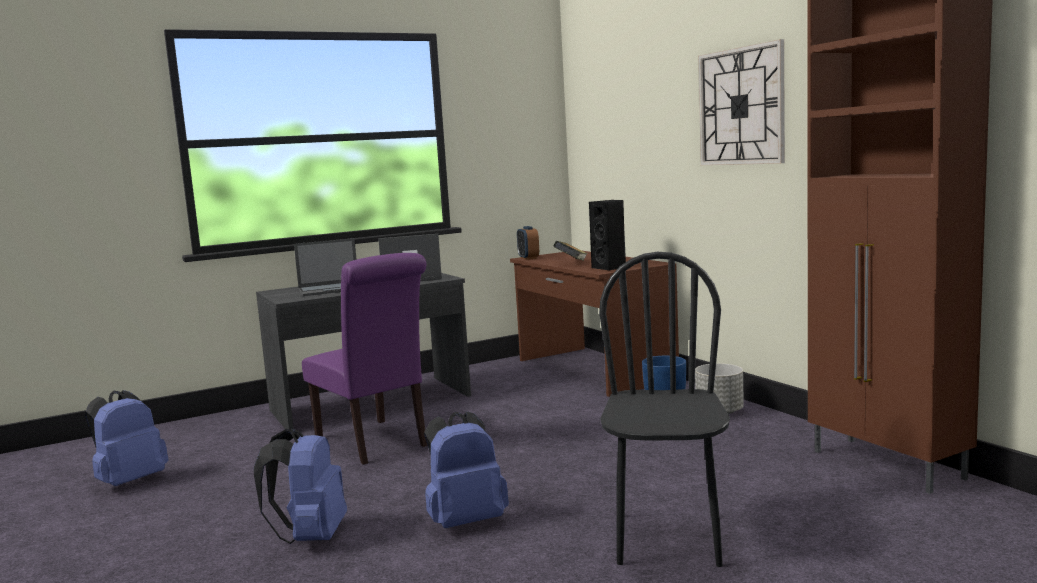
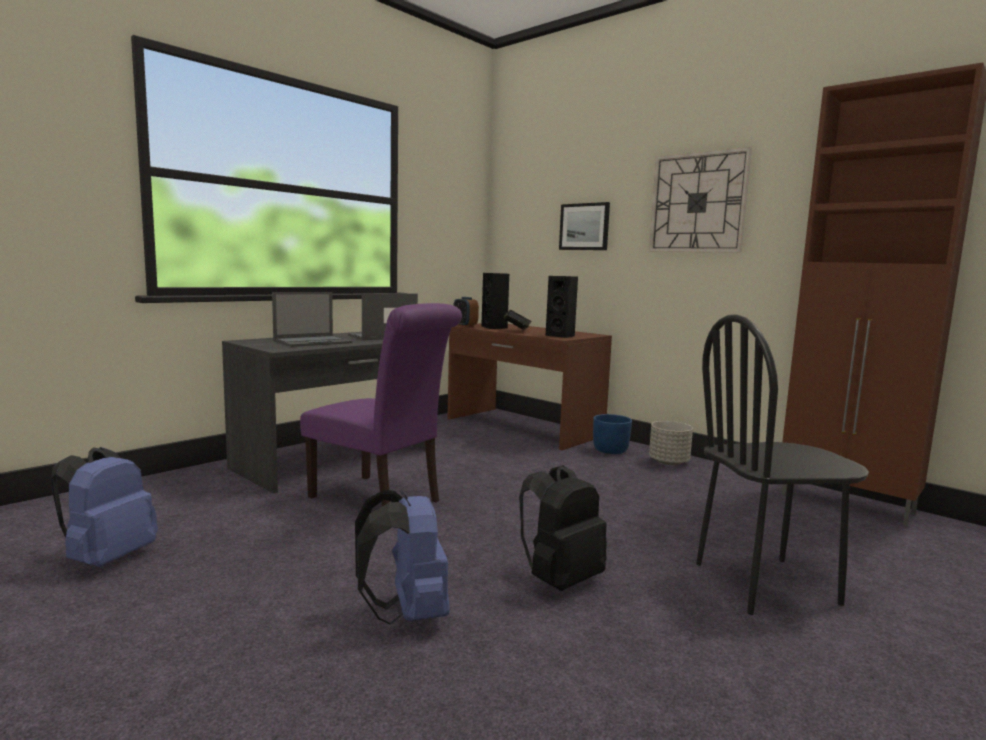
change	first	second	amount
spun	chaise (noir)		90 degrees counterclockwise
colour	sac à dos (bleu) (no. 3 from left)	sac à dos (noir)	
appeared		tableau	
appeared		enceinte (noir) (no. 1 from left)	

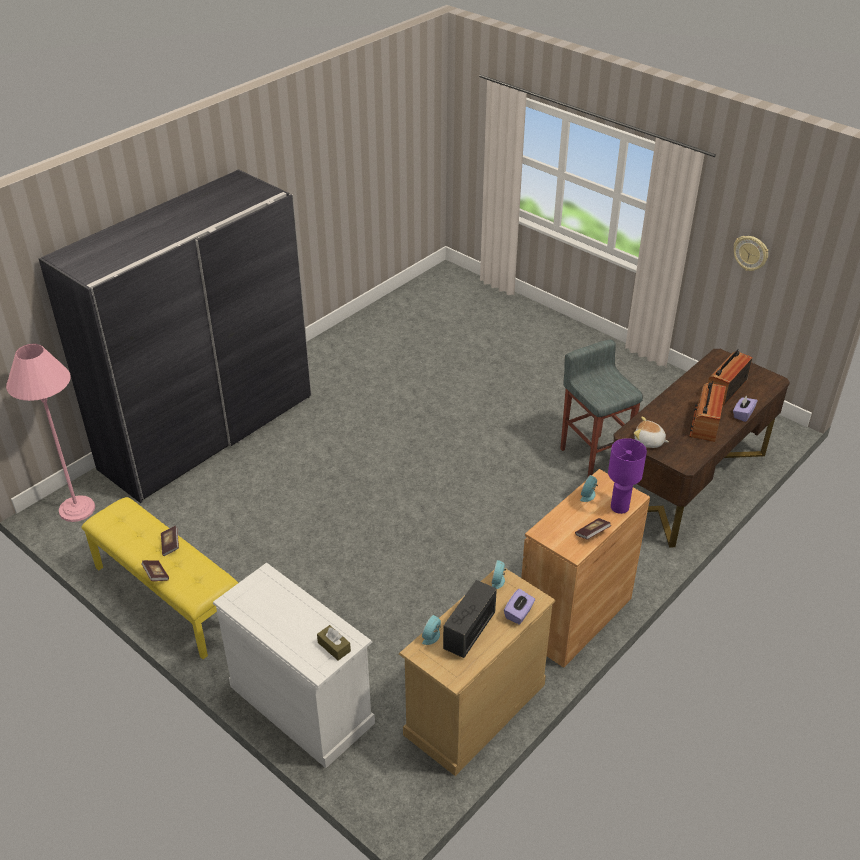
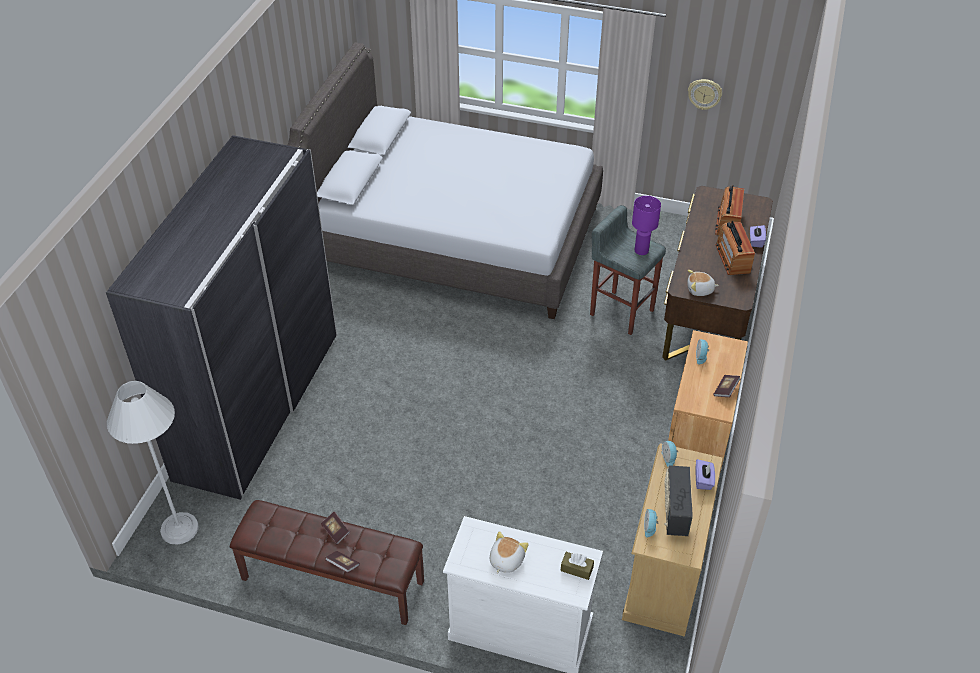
change	first	second	amount
colour	lampadaire (rose)	lampadaire (blanc)	
relocated	lampe de table (violet)		
colour	banc (jaune)	banc (marron)	
appeared		lit (gris)	
appeared		peluche (no. 1 from left)	

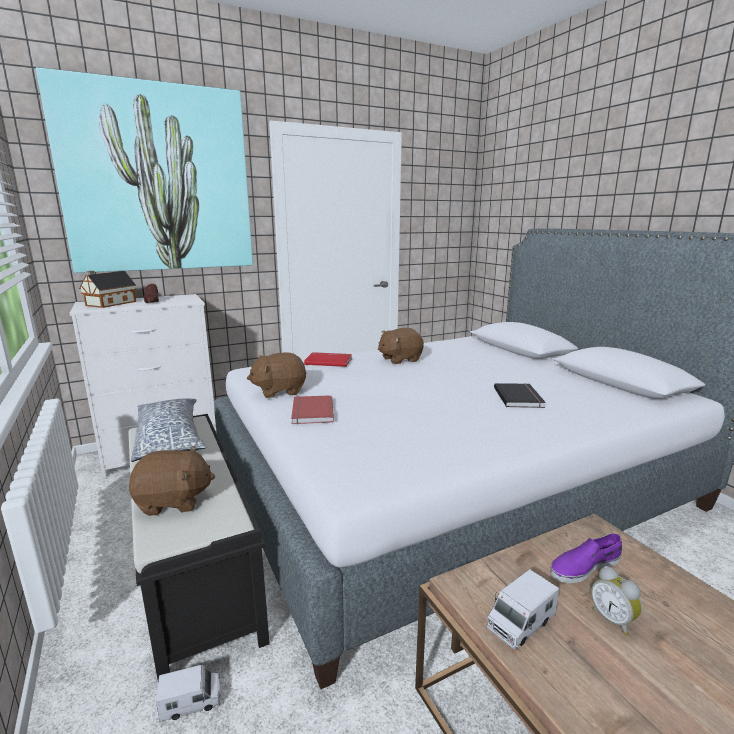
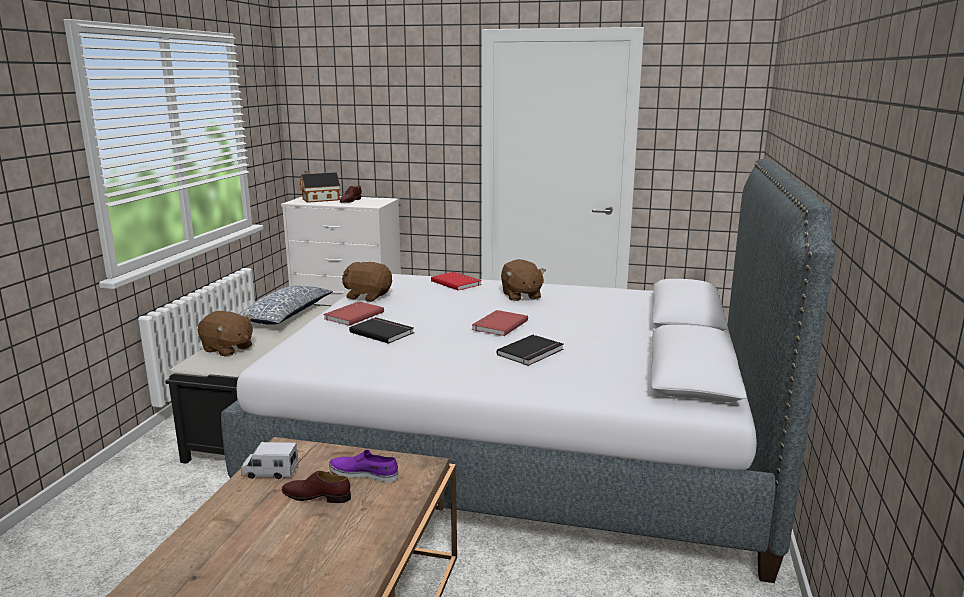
change	first	second	amount
missing	tableau		
spun	peluche (marron) (no. 3 from left)		120 degrees counterclockwise
exchanged	réveil	chaussure (marron) (no. 1 from left)	
missing	camion jouet (no. 1 from left)		
appeared		livre (rouge) (no. 3 from left)	
appeared		livre (noir) (no. 1 from left)	

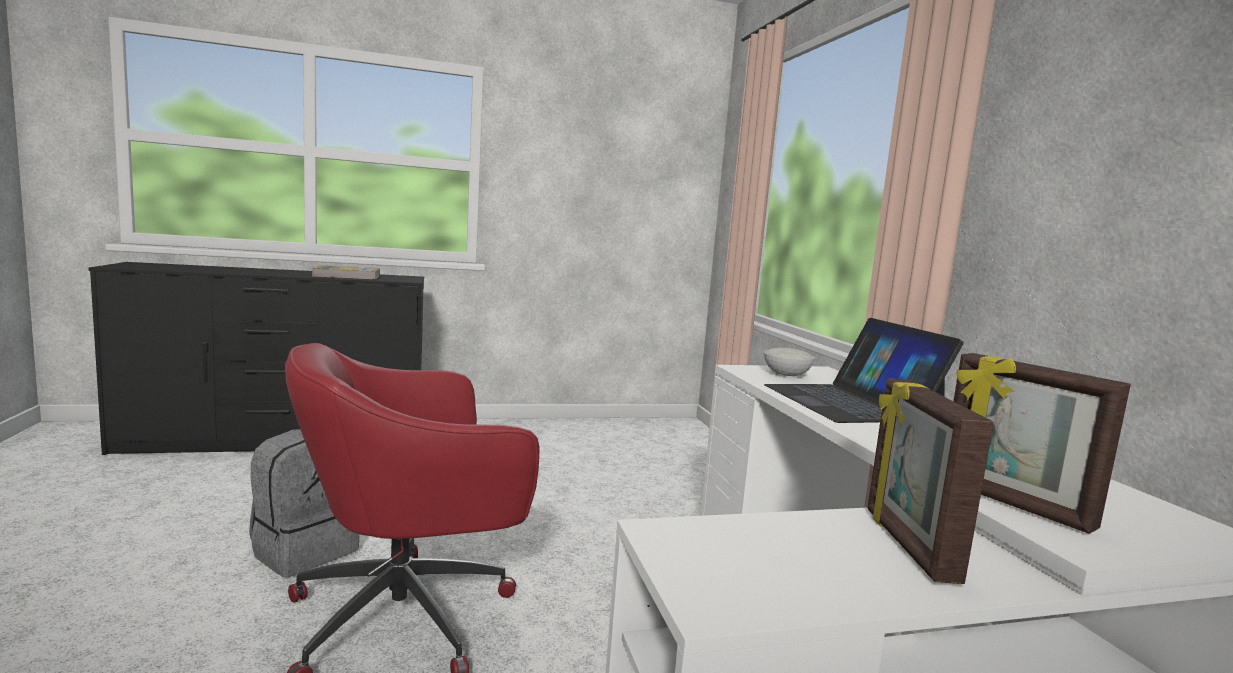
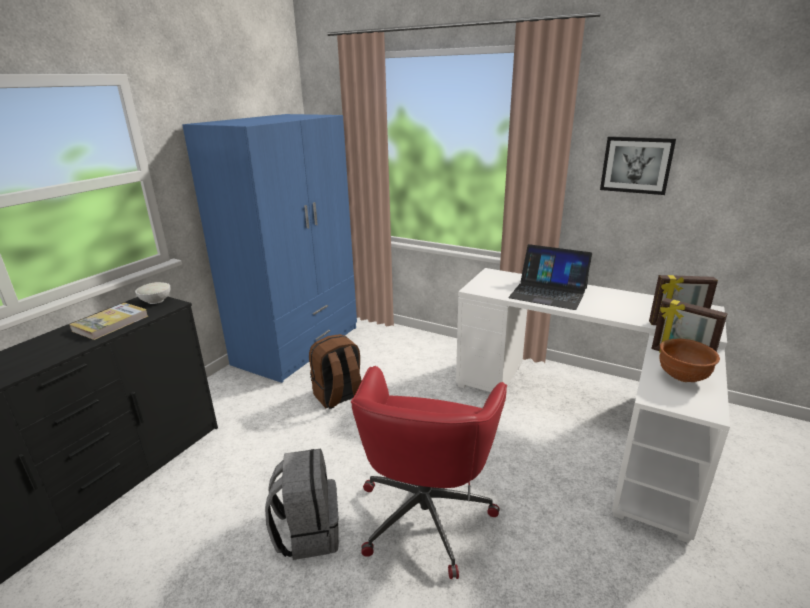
change	first	second	amount
relocated	bol (blanc)		
appeared		armoire (bleu)	
appeared		tableau	
appeared		sac à dos (marron)	
appeared		bol (marron)	

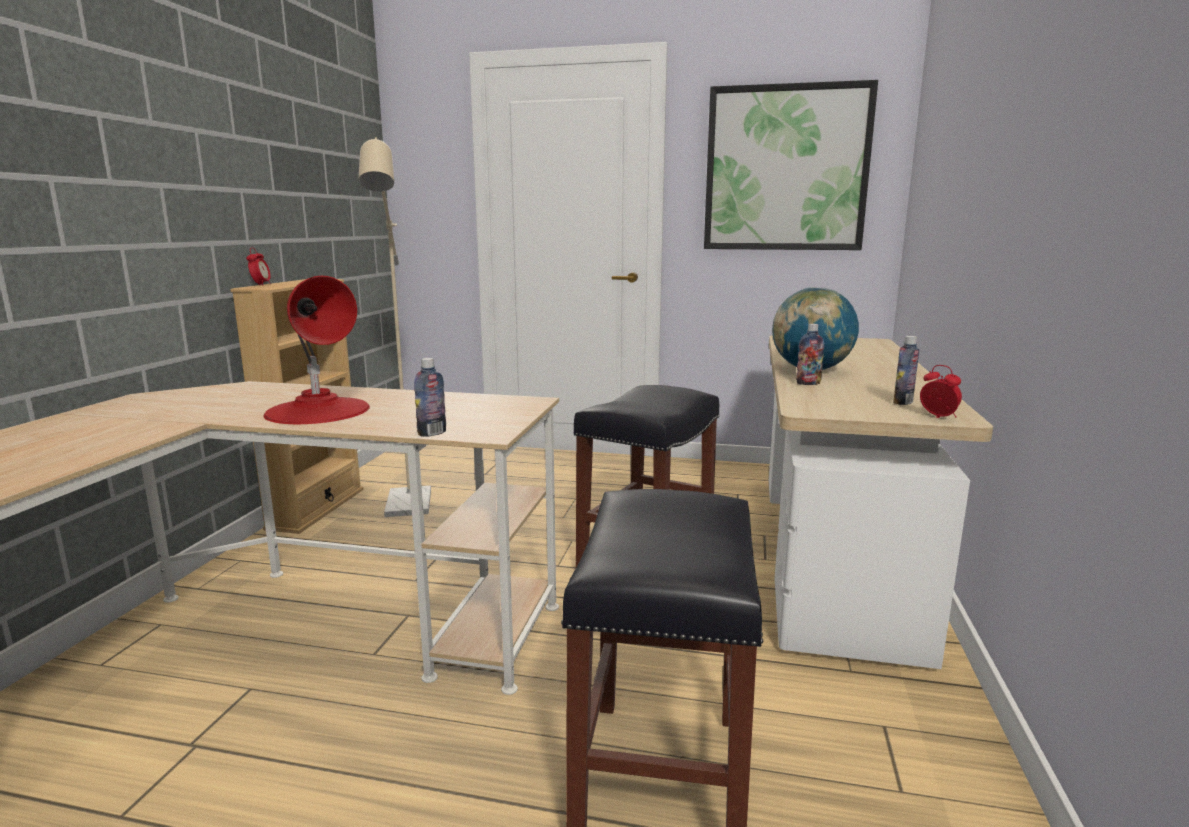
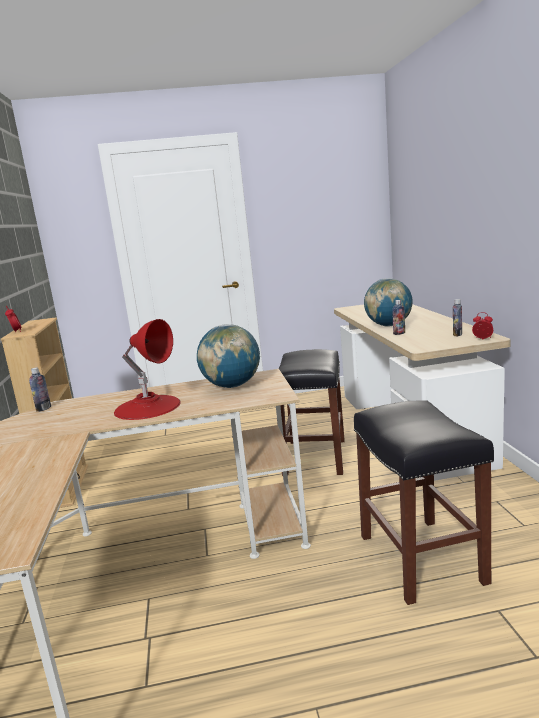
change	first	second	amount
missing	tableau		
missing	lampadaire (beige)		
relocated	bouteille (no. 1 from left)		
appeared		globe (no. 1 from left)	

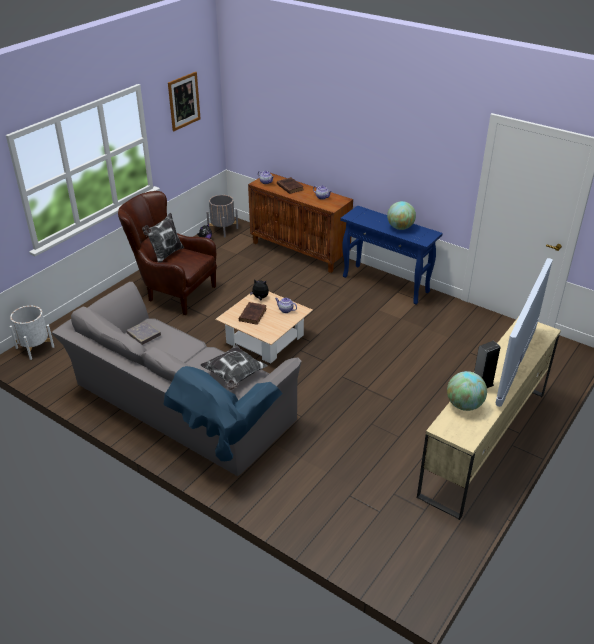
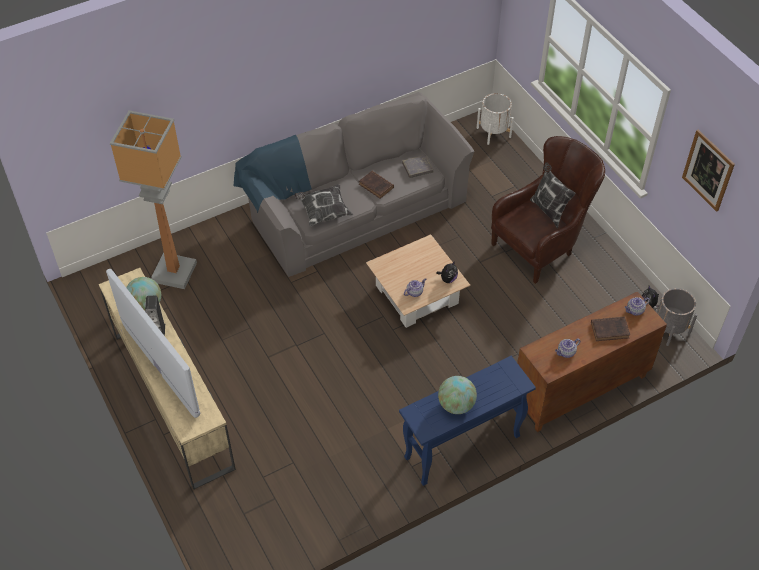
change	first	second	amount
relocated	livre (marron) (no. 1 from left)		
appeared		lampadaire	

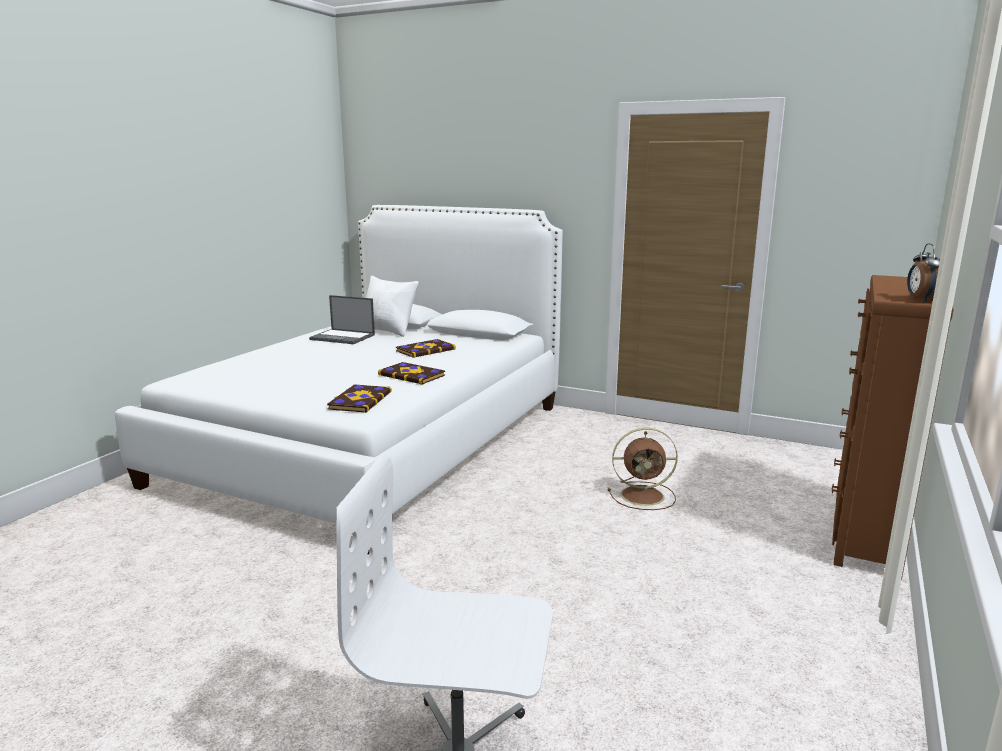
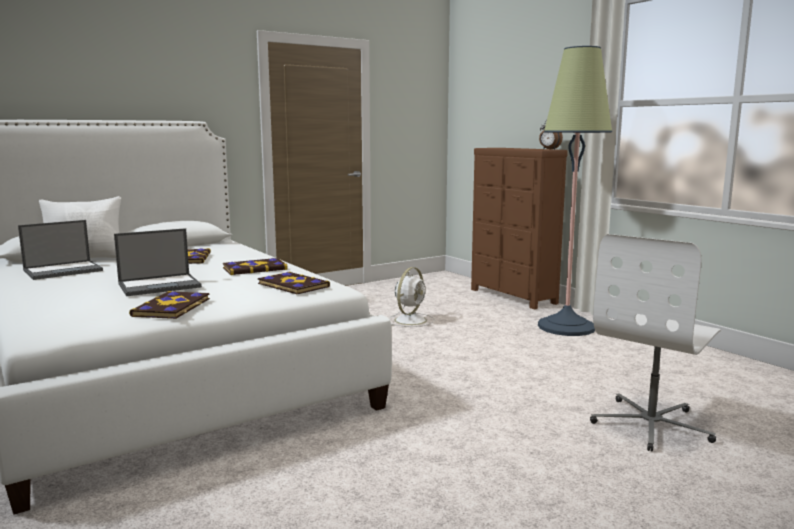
change	first	second	amount
colour	ventilateur (marron)	ventilateur (blanc)	
appeared		lampadaire	
appeared		ordinateur portable (no. 2 from left)	
appeared		livre (no. 1 from left)	

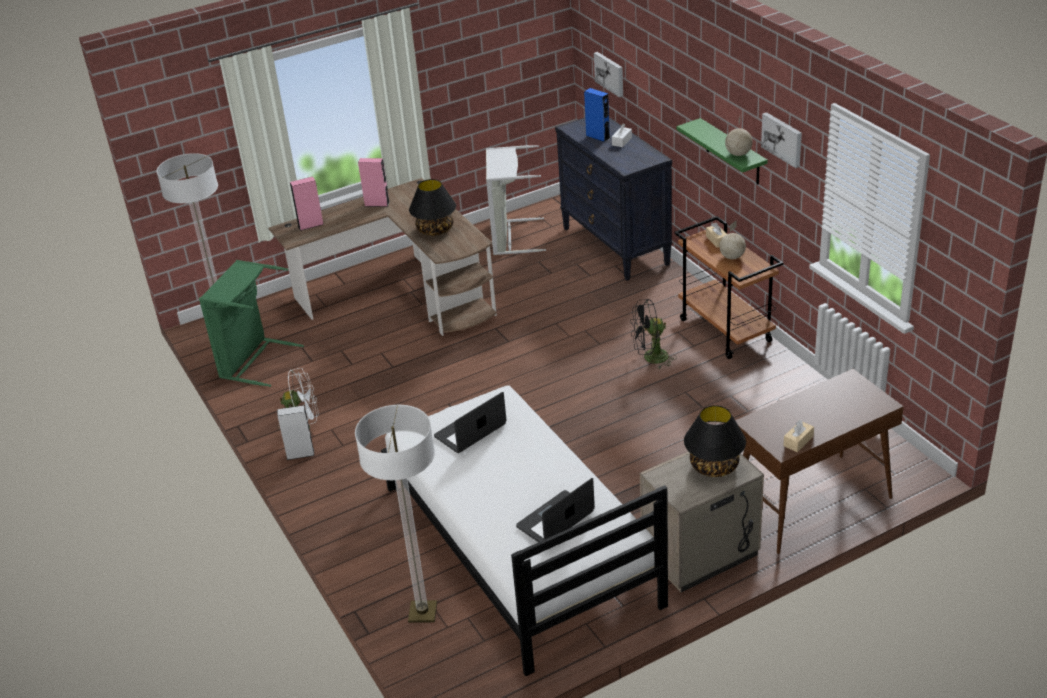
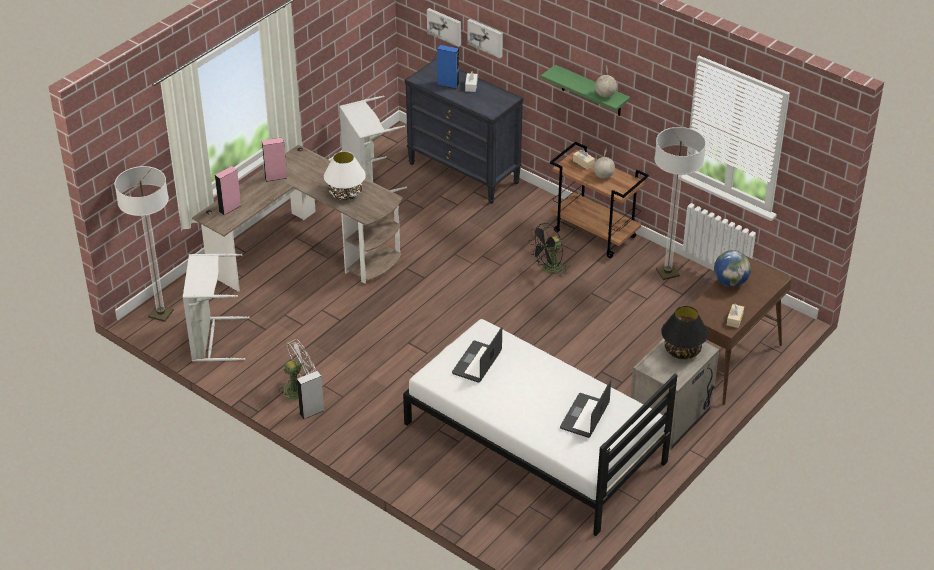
change	first	second	amount
relocated	tableau (no. 2 from left)		
colour	lampe de table (noir) (no. 1 from left)	lampe de table (blanc)	
colour	panier à linge (vert)	panier à linge (gris) (no. 1 from left)	
relocated	lampadaire (no. 2 from left)		
appeared		globe (no. 3 from left)	

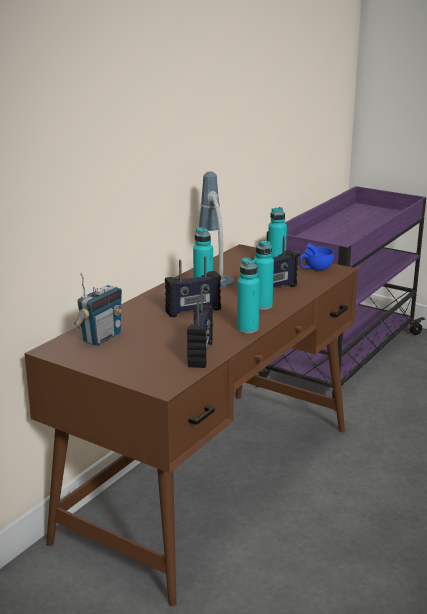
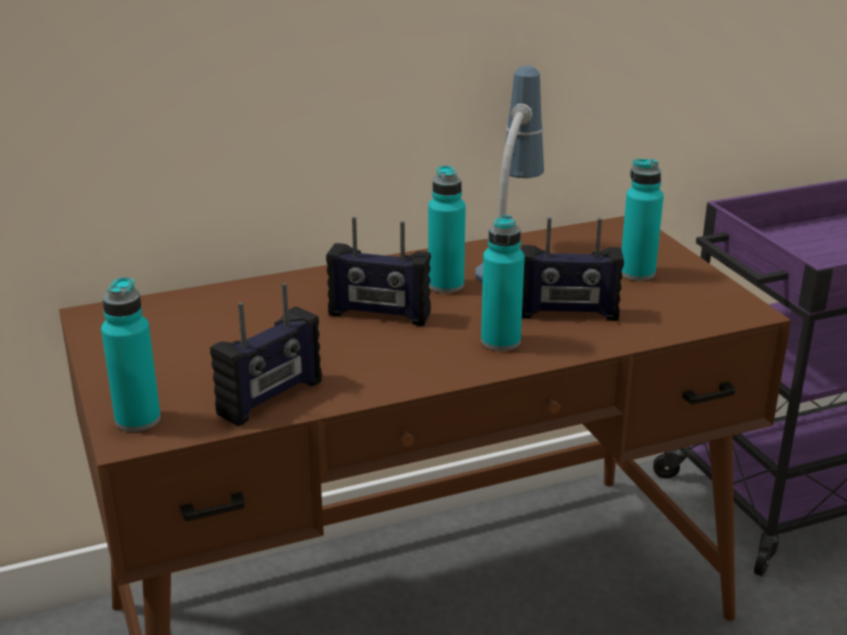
change	first	second	amount
missing	tasse (bleu)		
relocated	bouteille (turquoise) (no. 2 from left in the first image)	bouteille (turquoise) (no. 1 from left)	
missing	radio (no. 1 from left)		

